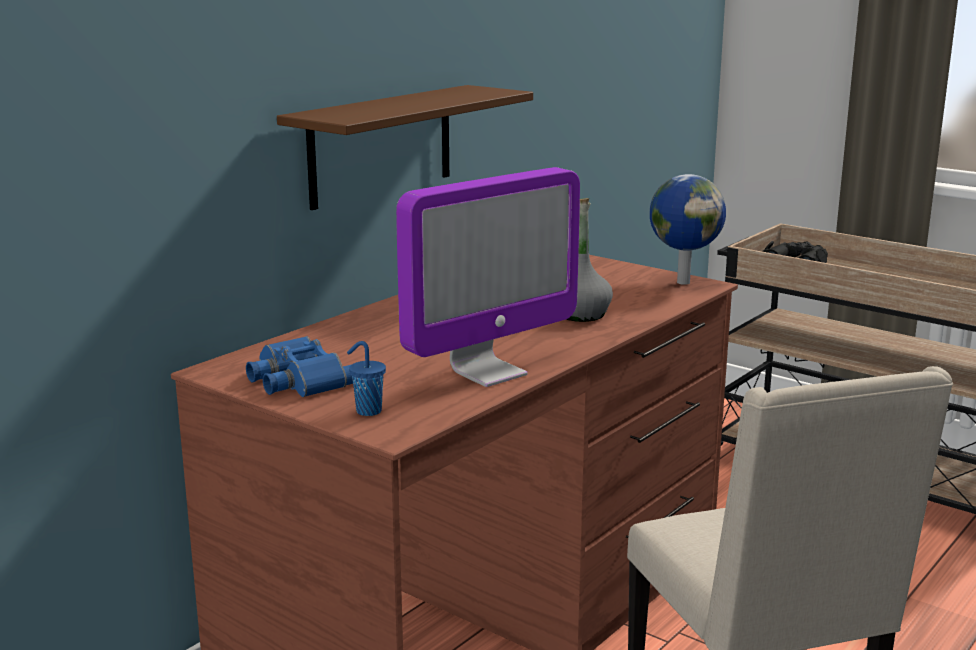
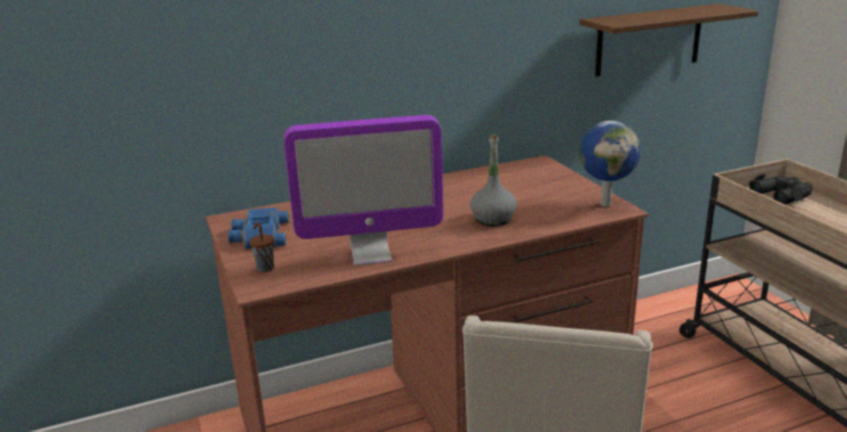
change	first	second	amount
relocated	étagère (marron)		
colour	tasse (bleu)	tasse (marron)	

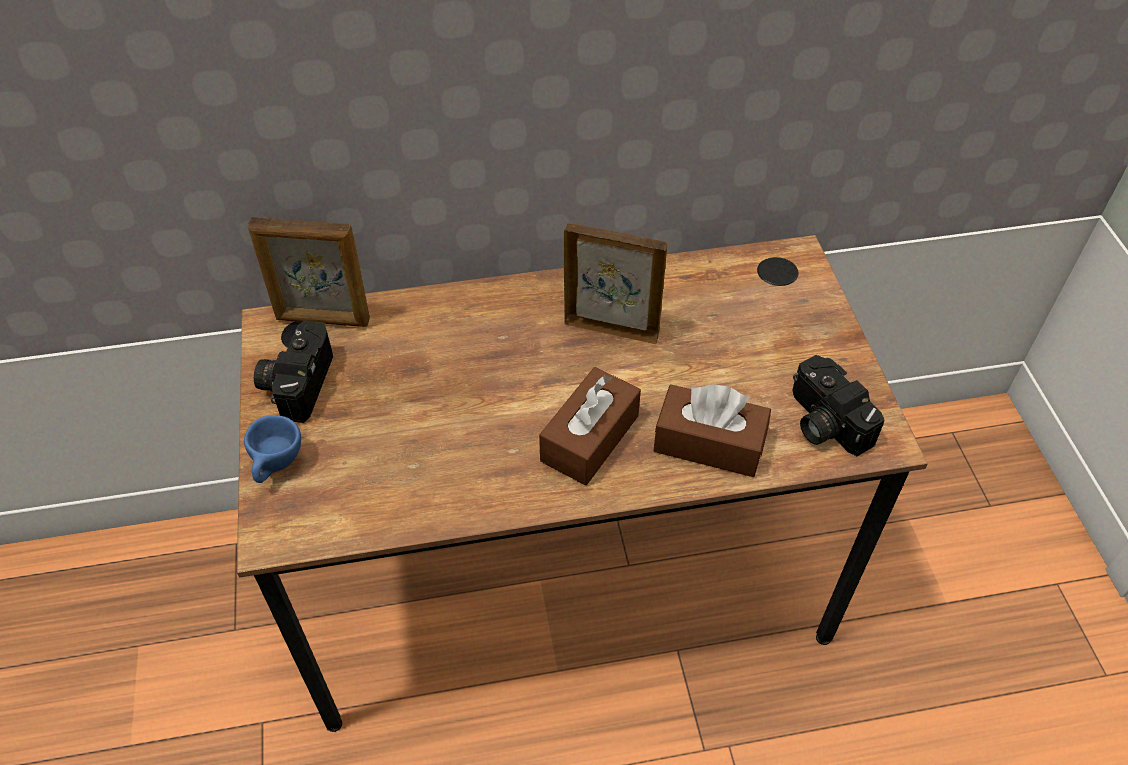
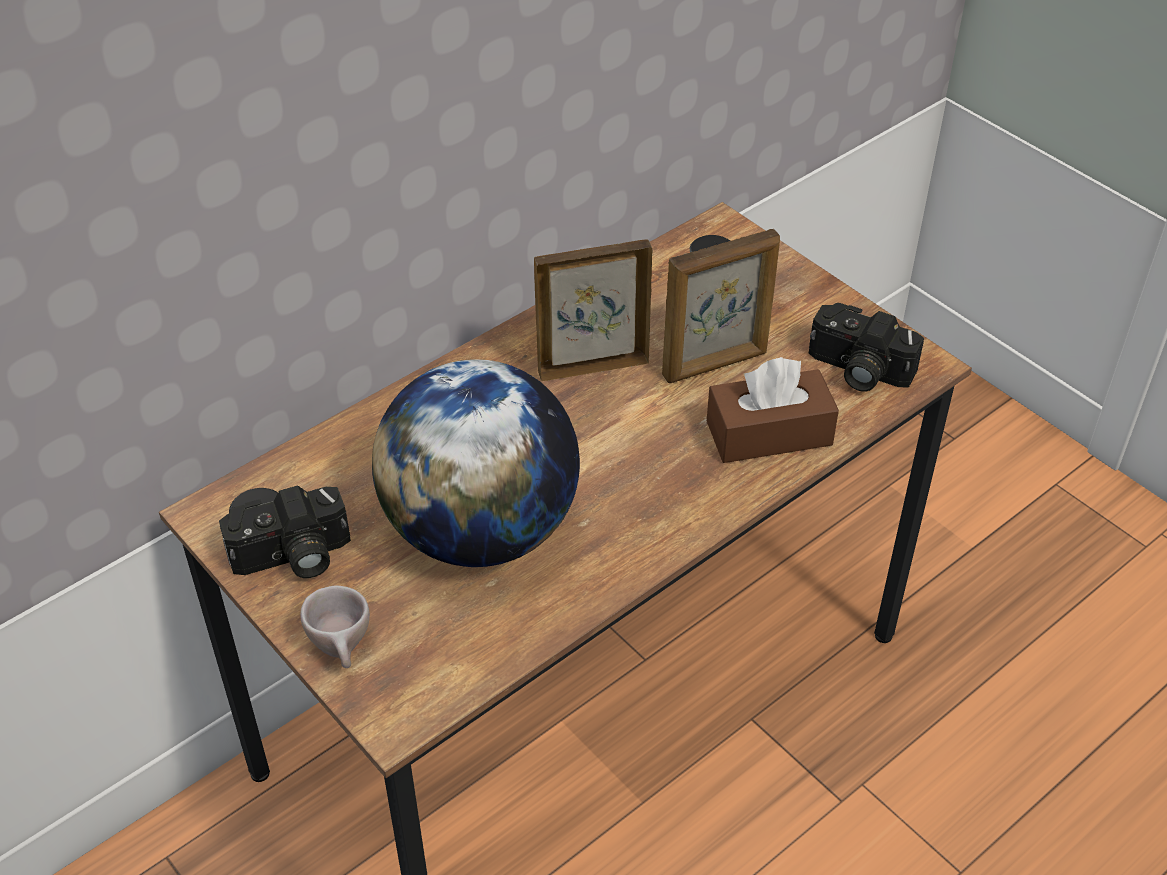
change	first	second	amount
relocated	cadre photo (no. 1 from left in the first image)	cadre photo (no. 2 from left)	
spun	appareil photo (no. 1 from left)		90 degrees counterclockwise
missing	boîte à mouchoirs (marron) (no. 1 from left)		
colour	tasse (bleu)	tasse (beige)	
appeared		globe	

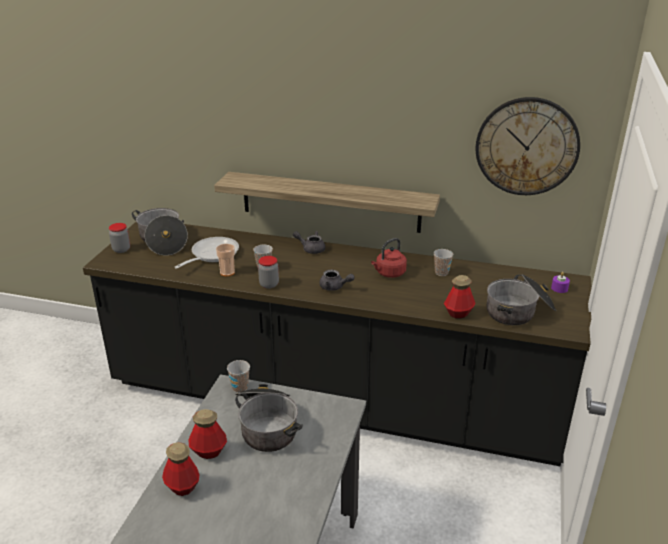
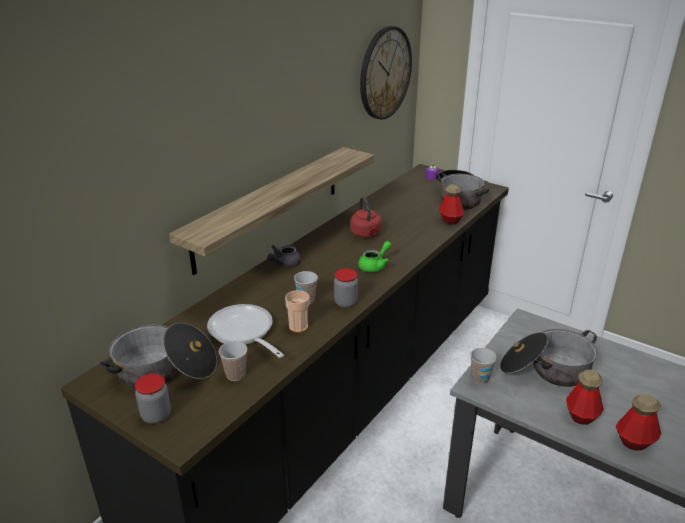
change	first	second	amount
relocated	tasse (no. 4 from left in the first image)	tasse (no. 1 from left)	
colour	théière (gris) (no. 2 from left)	théière (vert)	

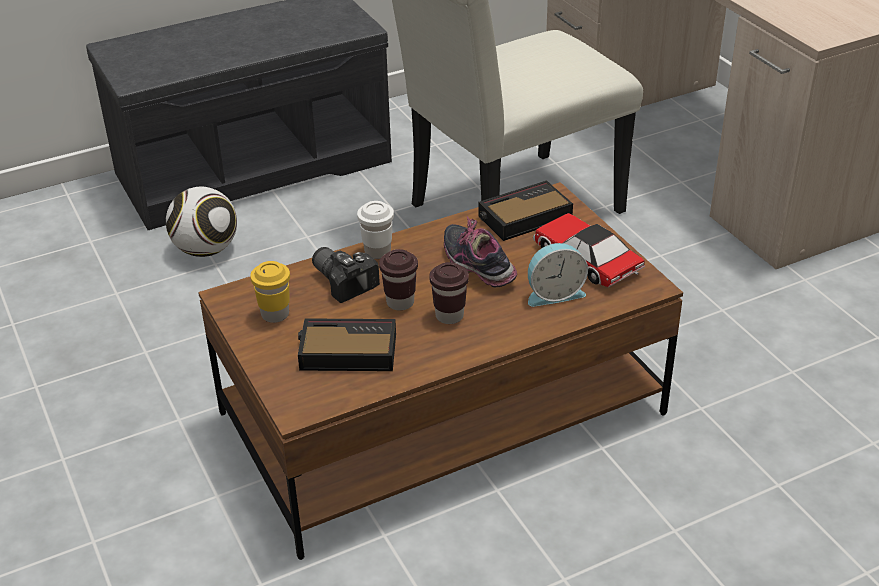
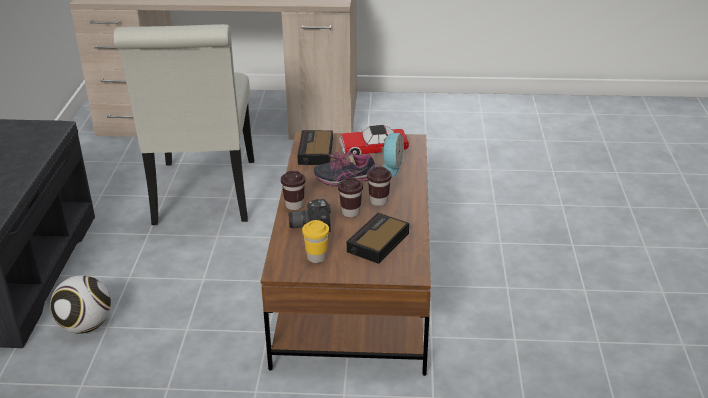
change	first	second	amount
colour	tasse (blanc)	tasse (marron) (no. 1 from left)	

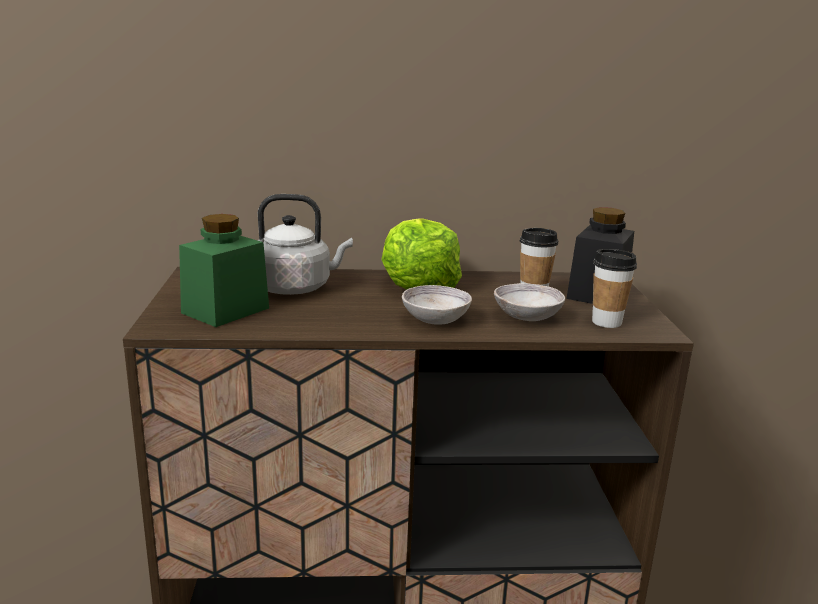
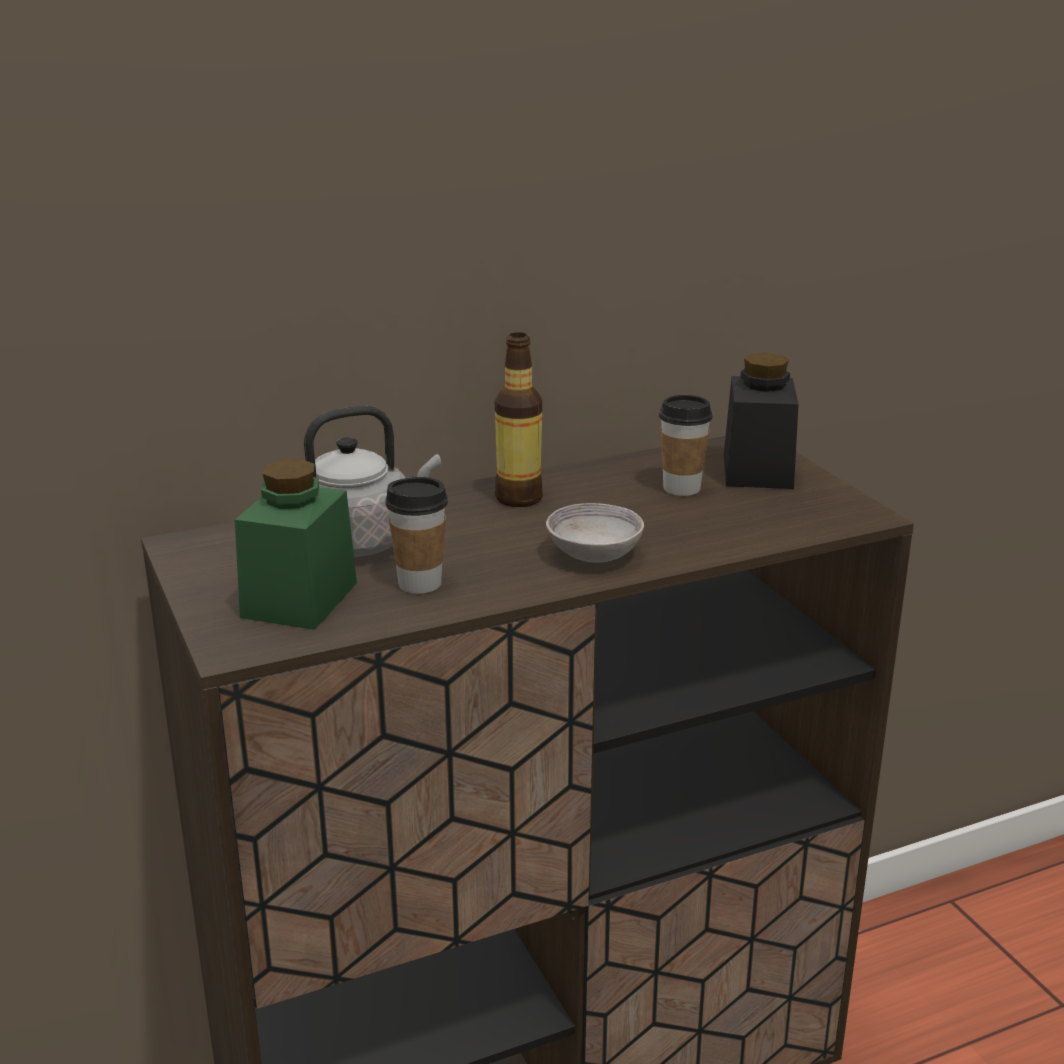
change	first	second	amount
exchanged	laitue	bouteille	
relocated	tasse (no. 2 from left in the first image)	tasse (no. 1 from left)	
missing	bol (gris) (no. 2 from left)		

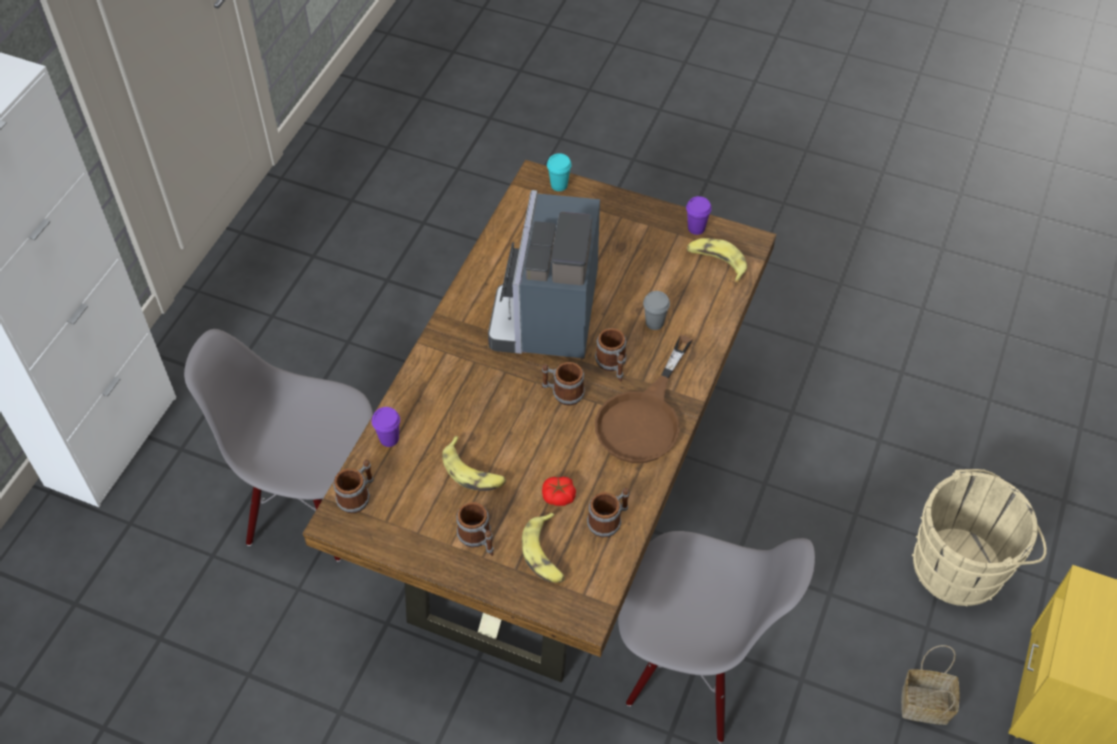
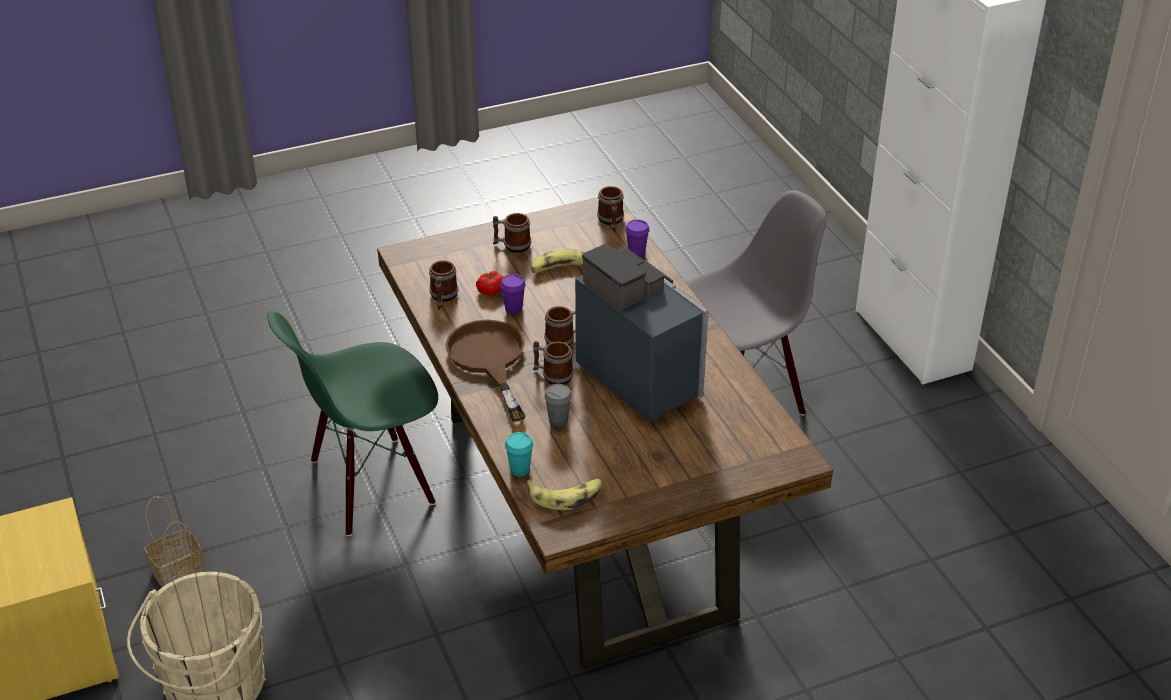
change	first	second	amount
relocated	tasse (turquoise)		
relocated	tasse (violet) (no. 2 from left in the first image)	tasse (violet) (no. 1 from left)	
missing	banane (no. 2 from left)		
colour	chaise (gris) (no. 2 from left)	chaise (vert)	

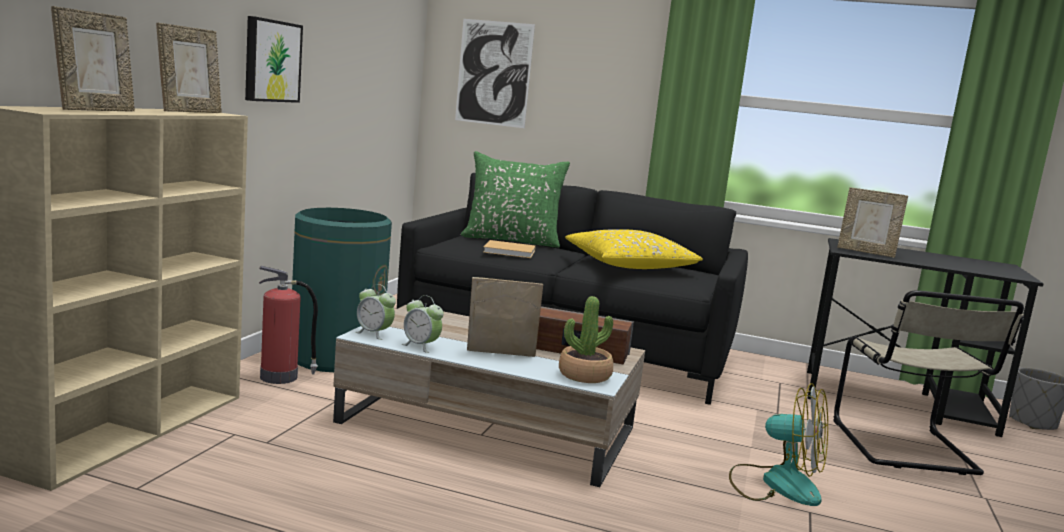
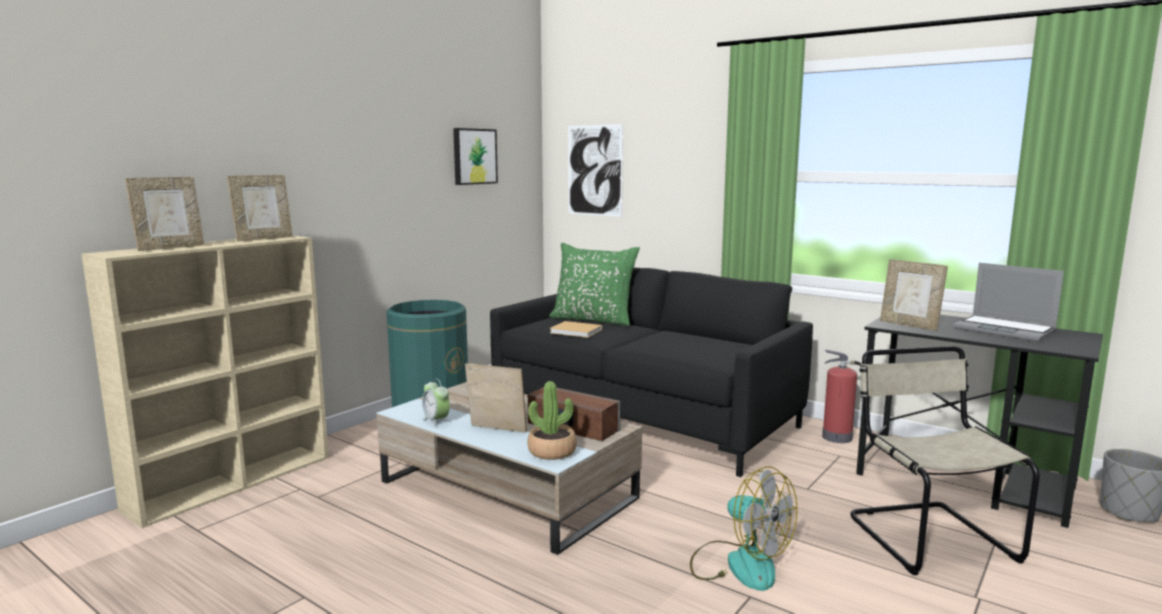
change	first	second	amount
relocated	tableau (no. 1 from left)		
missing	coussin (jaune)		
relocated	extincteur		
missing	réveil (no. 1 from left)		
spun	chaise (beige)		150 degrees clockwise
appeared		ordinateur portable	

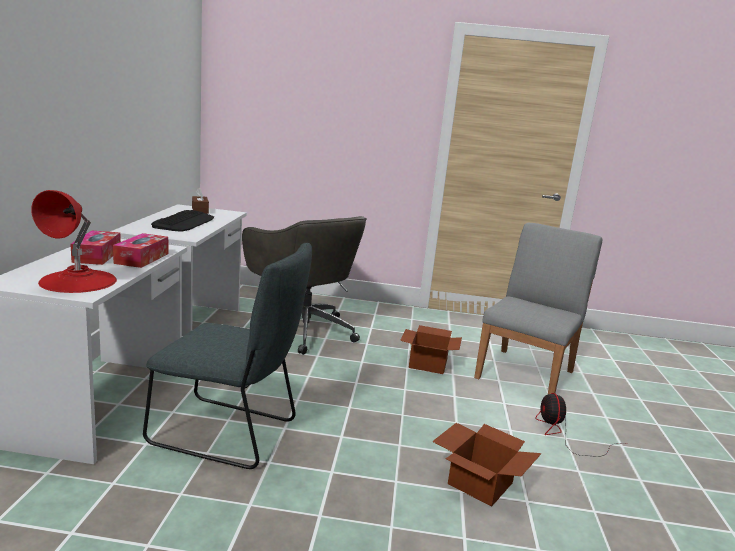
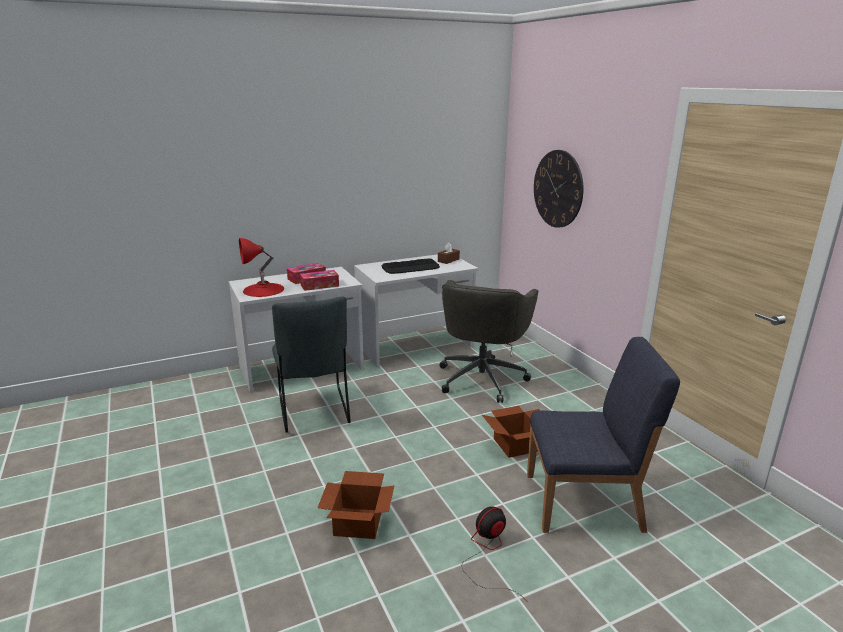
change	first	second	amount
colour	chaise (gris) (no. 2 from left)	chaise (bleu)	
appeared		horloge murale	

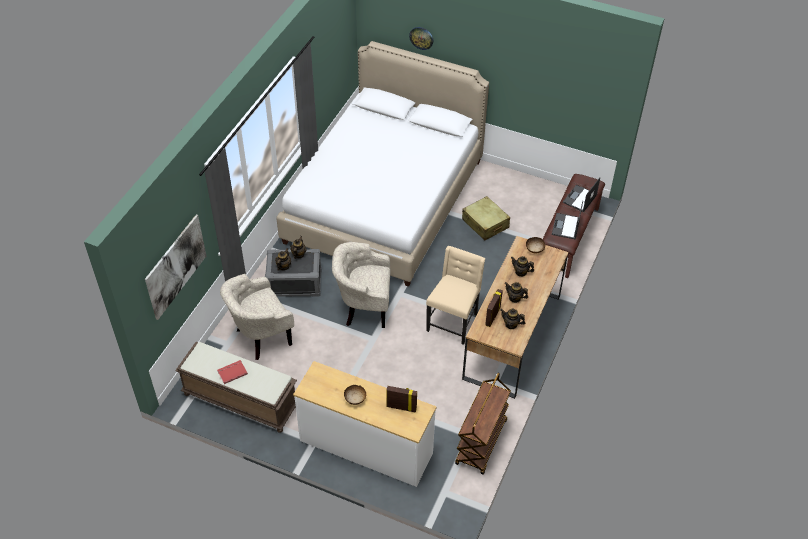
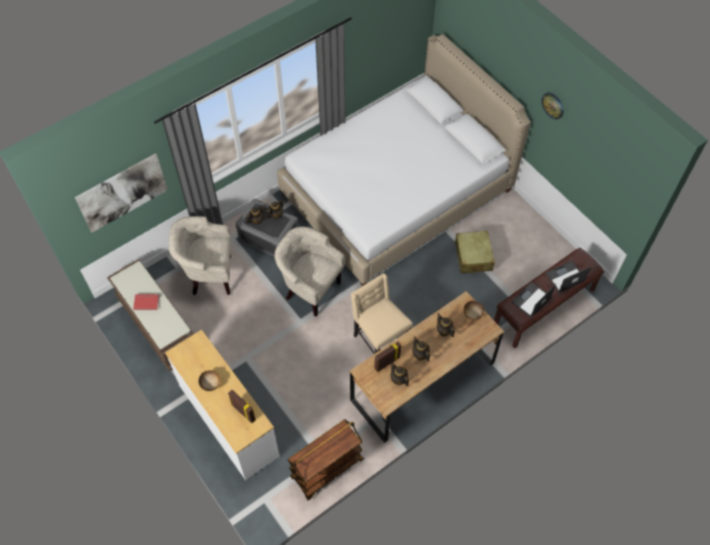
change	first	second	amount
relocated	horloge murale		
spun	chaise (beige)		90 degrees counterclockwise

